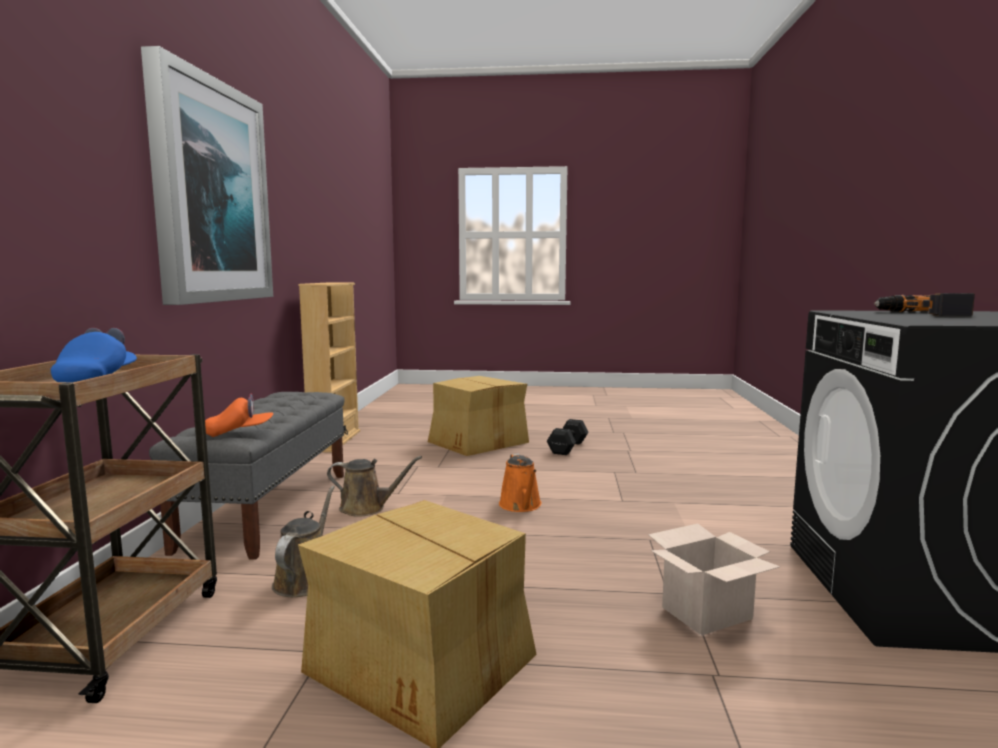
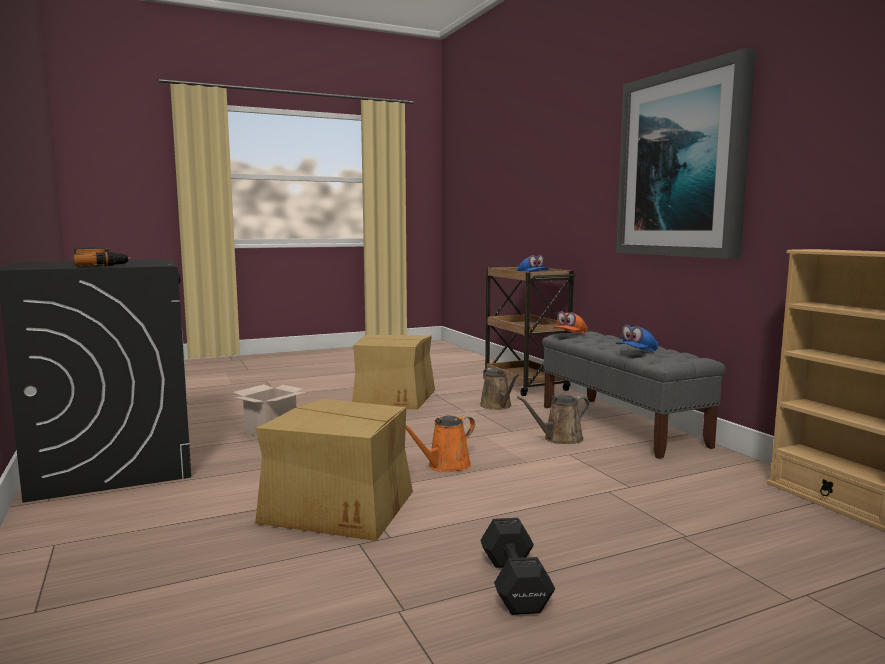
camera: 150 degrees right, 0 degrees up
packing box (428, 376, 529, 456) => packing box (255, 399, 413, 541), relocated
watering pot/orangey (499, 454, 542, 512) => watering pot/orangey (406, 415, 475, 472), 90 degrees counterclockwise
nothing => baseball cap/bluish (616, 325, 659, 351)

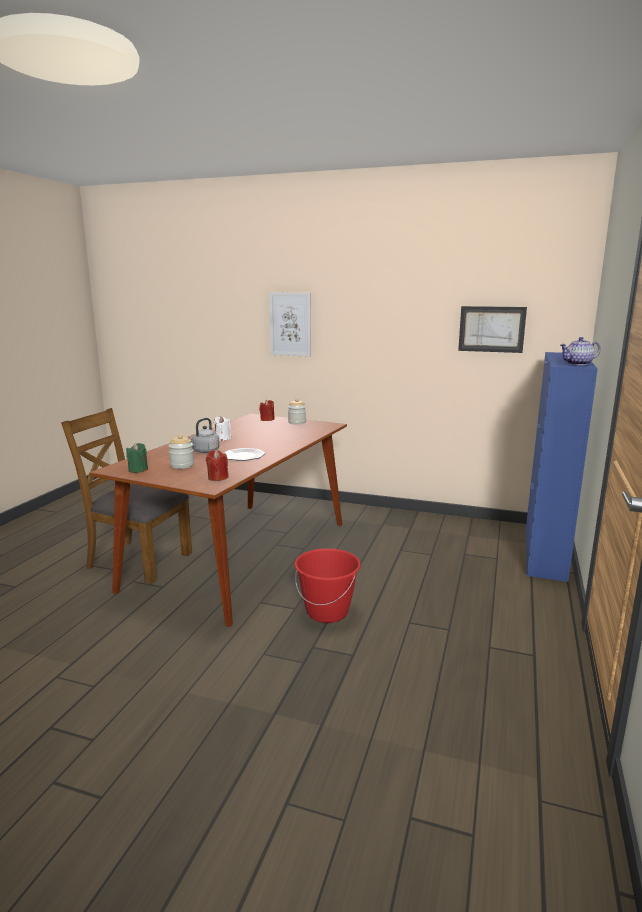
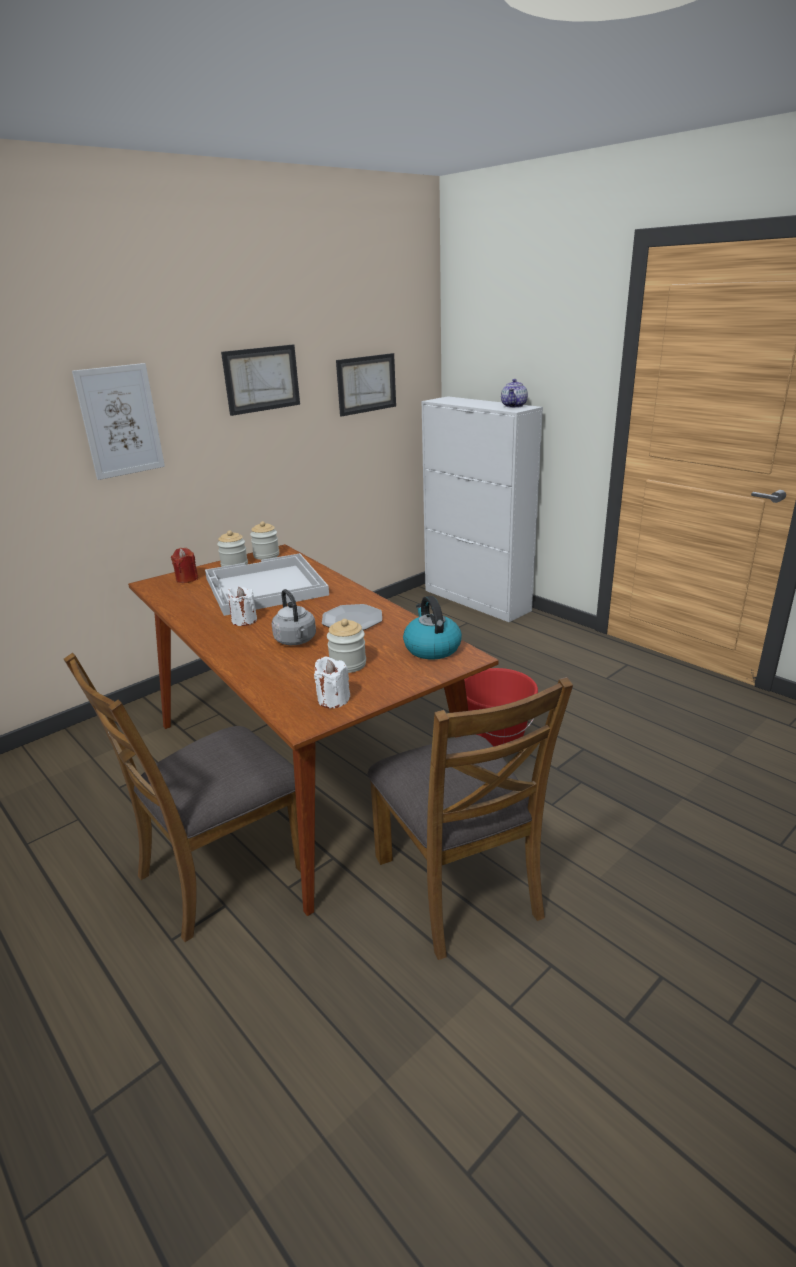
camera: 60 degrees left, 10 degrees up
candle/green (126, 443, 148, 473) => candle/white-coloured (314, 657, 350, 708)
candle/red-coloured (206, 450, 229, 481) => water kettle (403, 596, 462, 659)
cupboard/bluish (526, 352, 598, 582) => cupboard/white-coloured (421, 396, 543, 622)
nothing => carrying tray/white-coloured (205, 553, 329, 616)
nothing => wall art (221, 345, 300, 416)
nothing => storage jar (250, 521, 279, 560)
nothing => chair/brownish (368, 677, 573, 960)

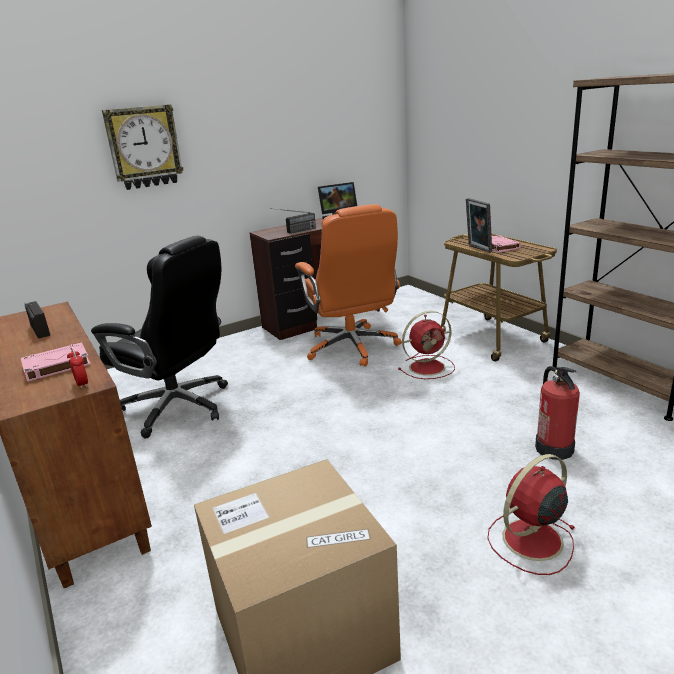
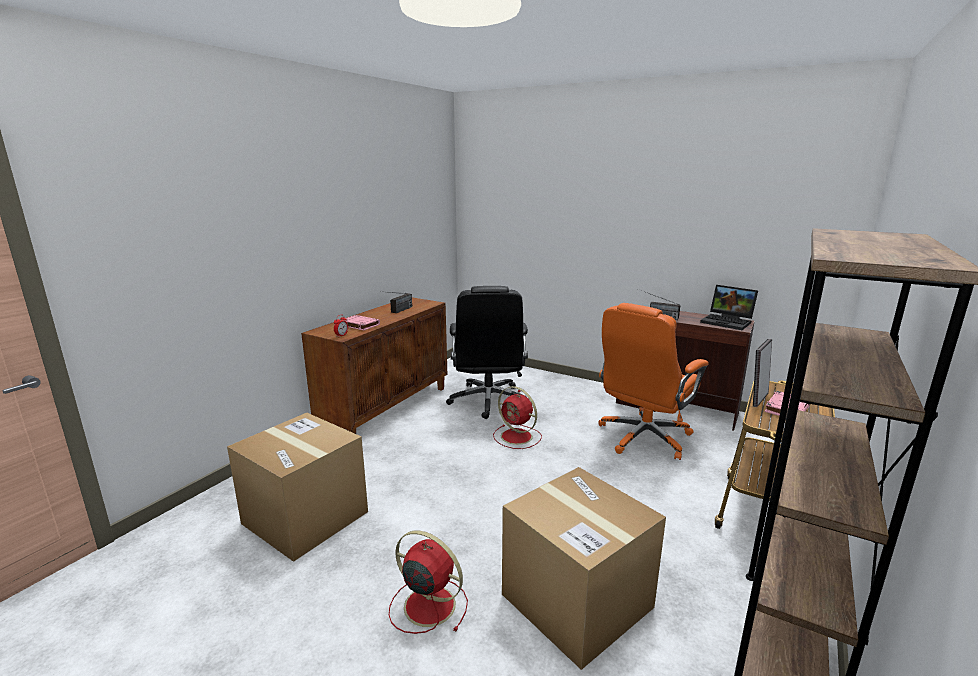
camera: 60 degrees right, 5 degrees down
clock on the wall (102, 104, 184, 190) => nothing
fan/red-coloured (398, 311, 455, 379) => fan/red-coloured (493, 386, 542, 449), relocated
fire-fighting cylinder (535, 366, 580, 460) => packing box (502, 467, 666, 670)

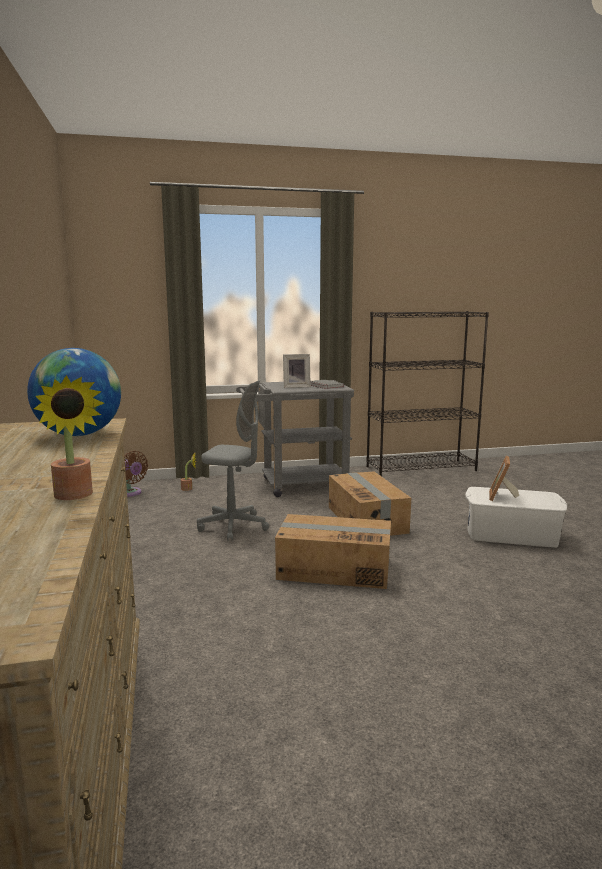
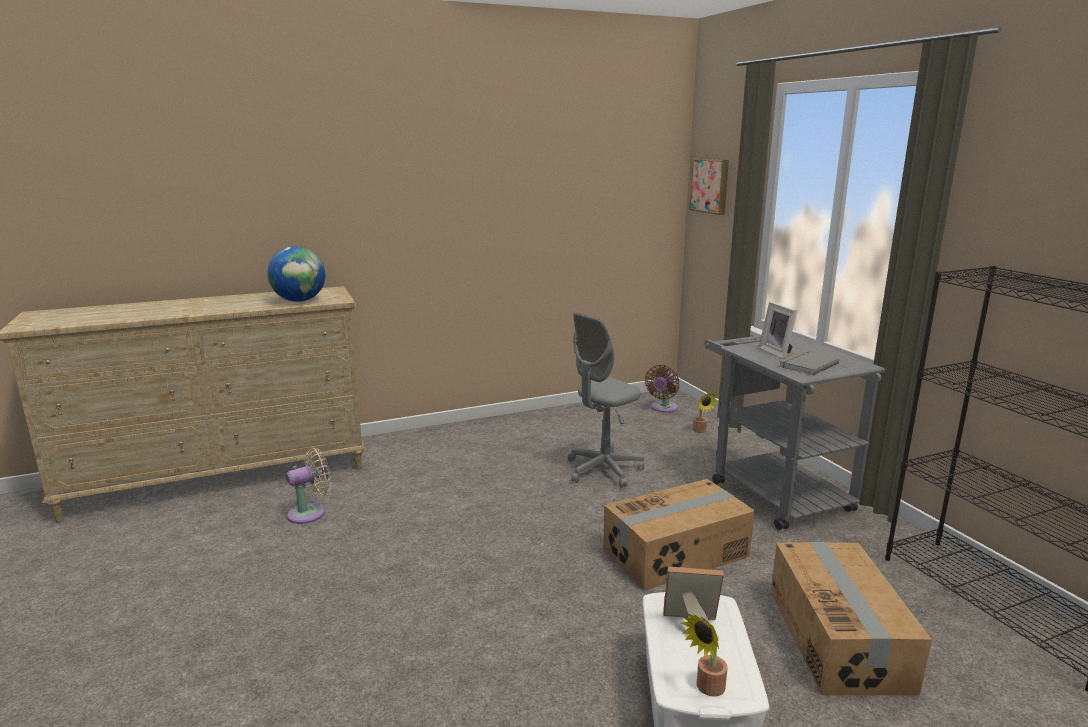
camera: 80 degrees right, 5 degrees up
houseplant (34, 375, 104, 500) => houseplant (681, 613, 728, 697), relocated
office chair/gray (197, 380, 269, 541) => office chair/gray (568, 313, 644, 488), 45 degrees clockwise
packing box (275, 514, 391, 589) => packing box (771, 542, 932, 695), relocated
nothing => fan/beige (286, 448, 331, 524)
nothing => wall art (689, 158, 729, 215)

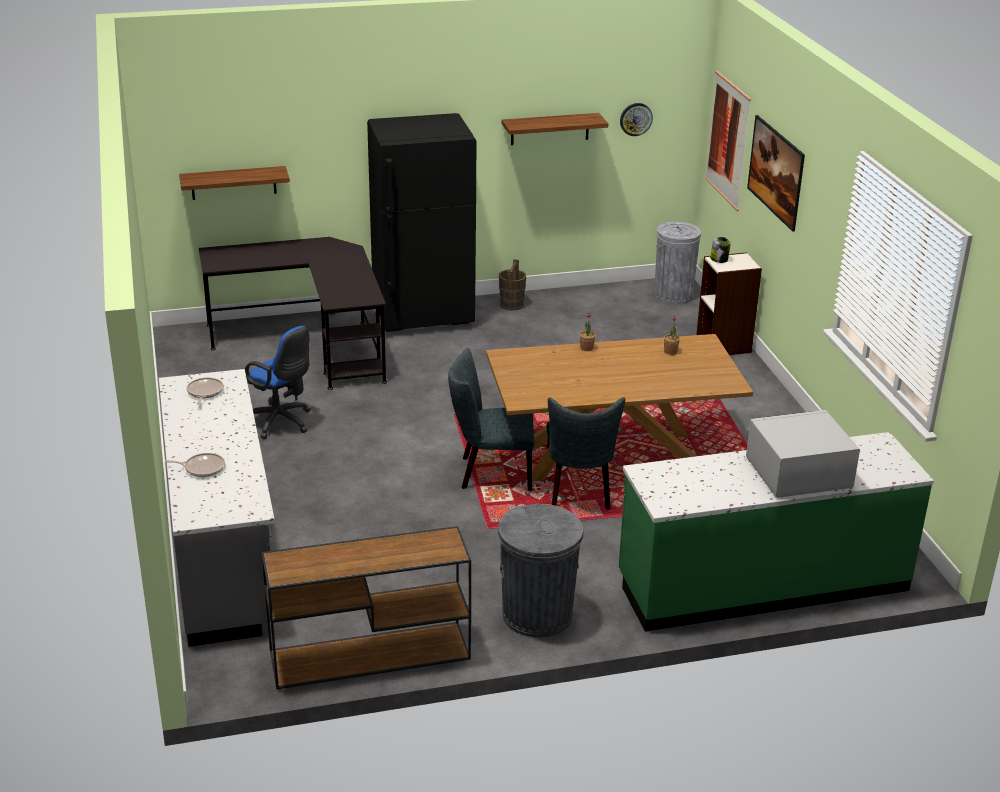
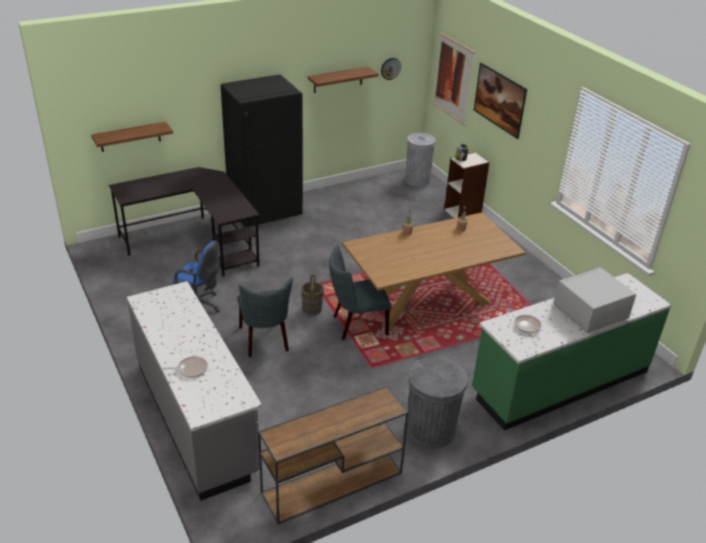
camera: 15 degrees left, 5 degrees up
frying pan (187, 378, 224, 405) => frying pan (514, 315, 542, 340), relocated
pail/brownish (499, 259, 526, 311) => pail/brownish (301, 274, 324, 316), relocated
chair/gray (547, 397, 625, 510) => chair/gray (237, 278, 293, 357), relocated

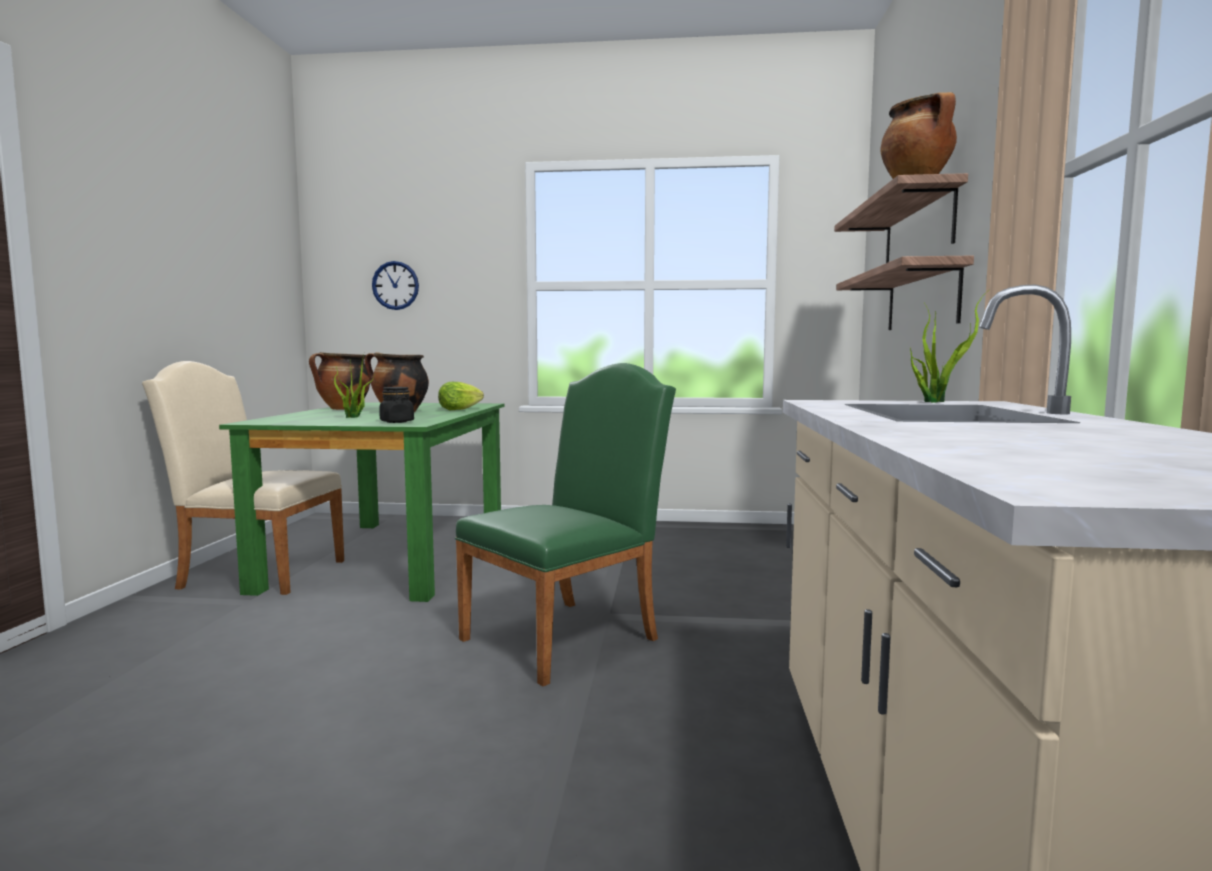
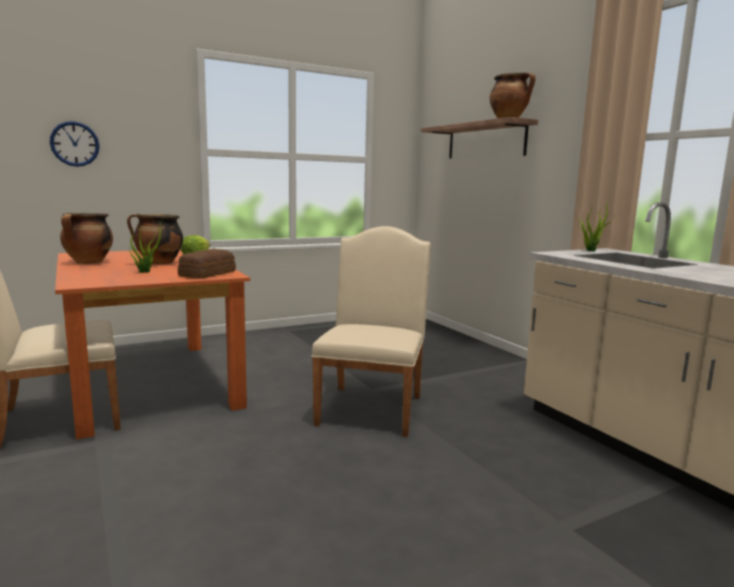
camera: 35 degrees left, 5 degrees up
dining table/green (219, 402, 505, 602) => dining table/orangey (55, 249, 250, 439)
storage jar/black (379, 387, 414, 423) => bread (178, 248, 236, 279)
chair/green (455, 363, 676, 686) => chair/beige (311, 226, 431, 437)
wall shelf (836, 256, 974, 330) => nothing

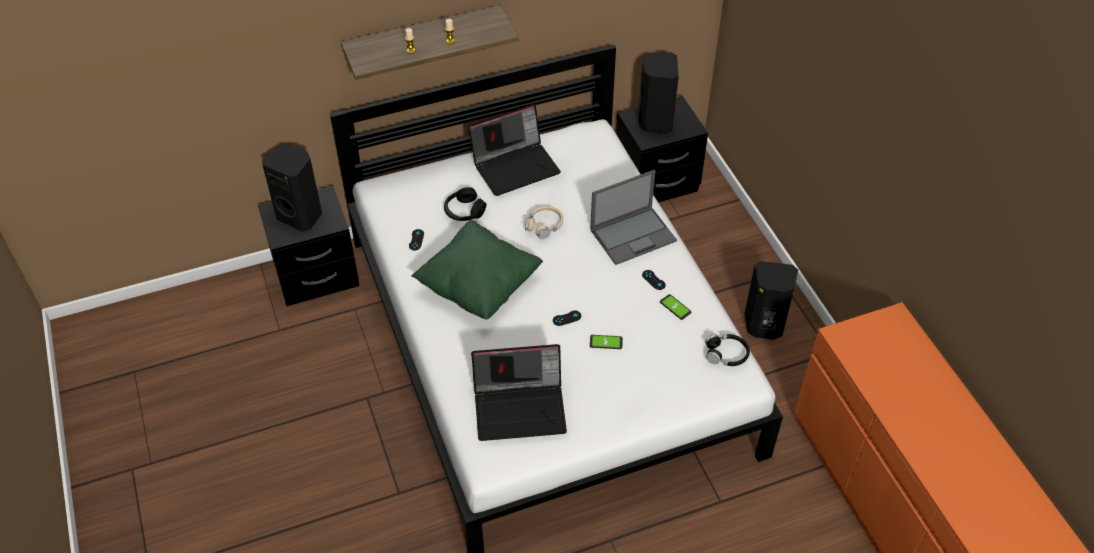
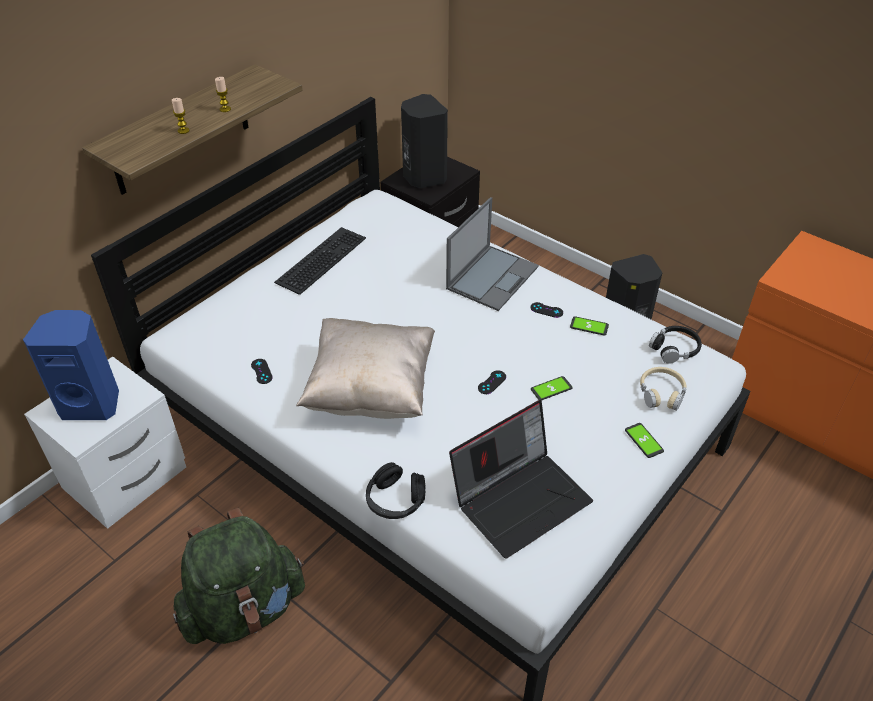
camera: 30 degrees left, 5 degrees down
nightstand/black (258, 186, 360, 306) => nightstand/white-coloured (24, 356, 186, 529)
loudspeaker/black (262, 145, 322, 232) => loudspeaker/bluish (23, 310, 119, 420)
throw pillow/green (411, 219, 543, 320) => throw pillow/beige (296, 318, 435, 419)
pair of headphones/black (444, 187, 486, 221) => pair of headphones/black (366, 462, 426, 519), relocated
portable computer (468, 104, 561, 196) => keyboard (274, 227, 366, 295)
pair of headphones/beige (525, 206, 563, 239) => pair of headphones/beige (640, 367, 687, 411), relocated
nothing => knapsack/green (173, 508, 305, 644)
nothing => telephone (625, 423, 664, 458)

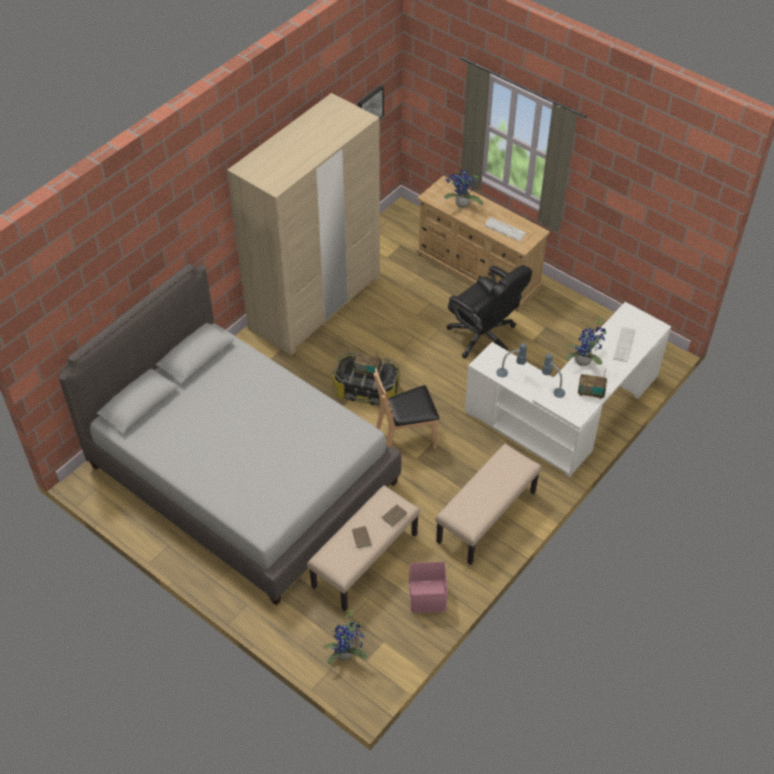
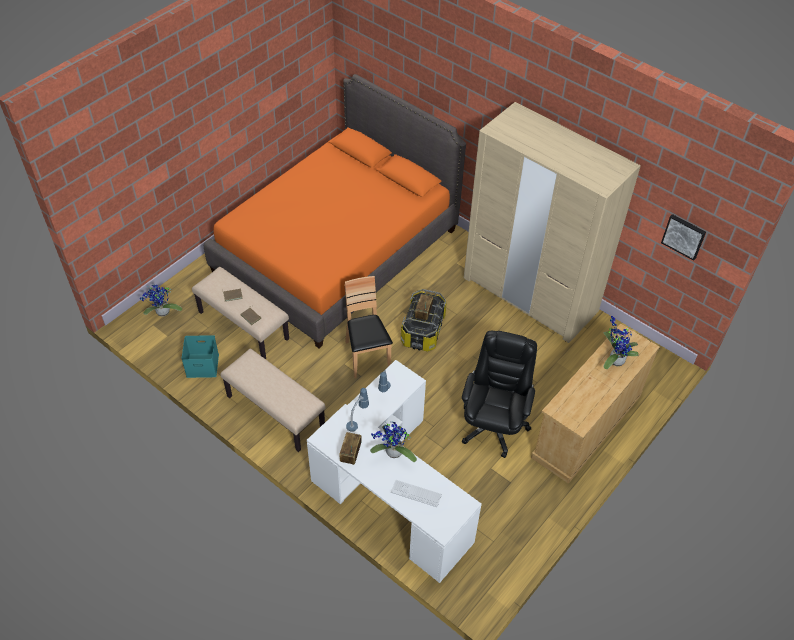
camera: 90 degrees right, 0 degrees up
bed/gray (58, 264, 401, 606) => bed/orangey (204, 74, 466, 348)
storage container/pinkish (409, 562, 448, 613) => storage container/blue-green (182, 335, 219, 378)
office chair/black (446, 265, 532, 358) => office chair/black (462, 331, 537, 458), 150 degrees clockwise
keyboard (484, 217, 526, 241) => nothing

